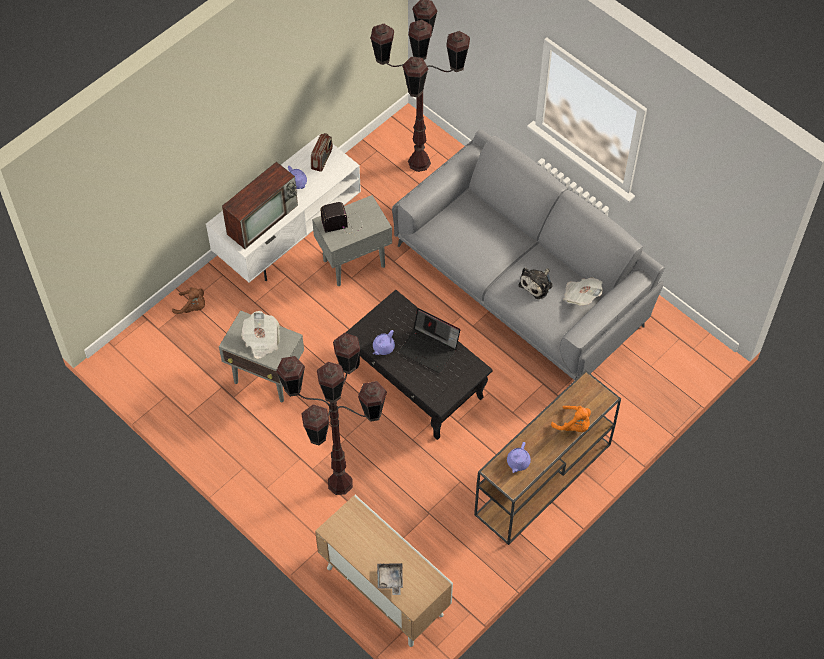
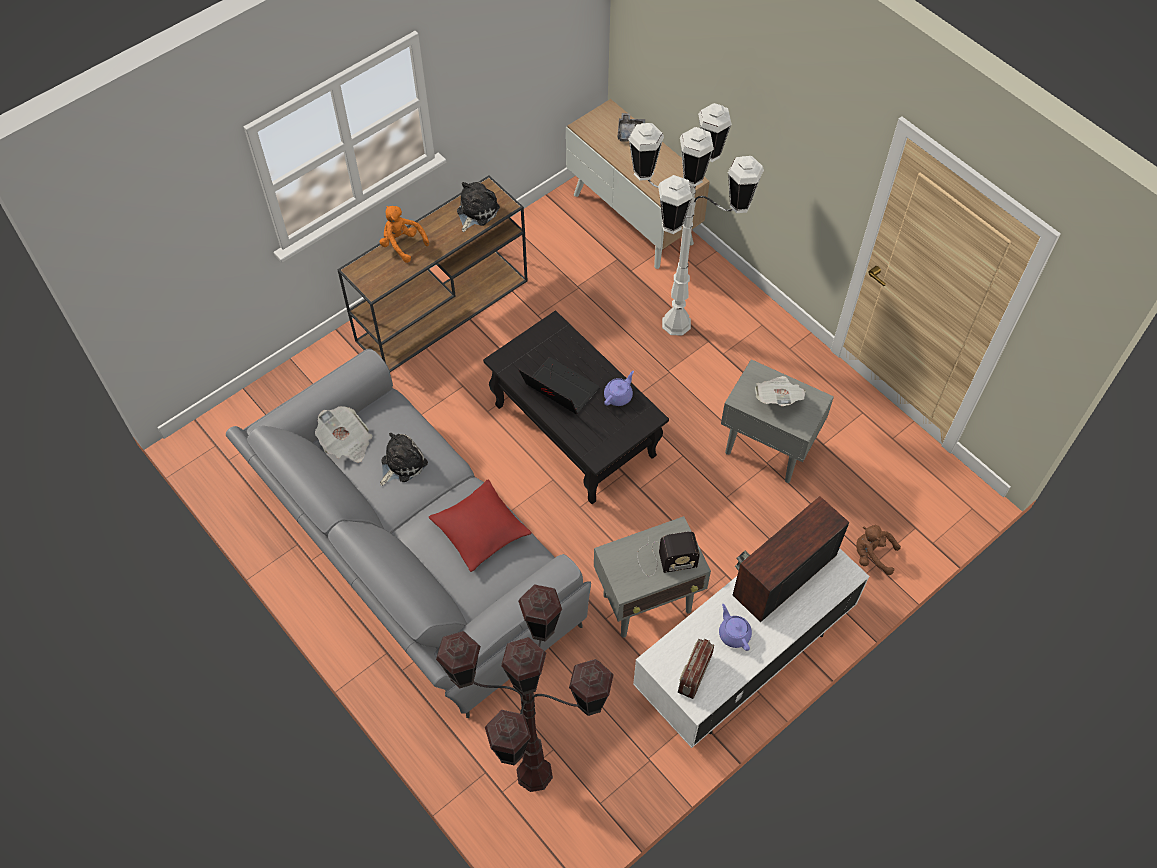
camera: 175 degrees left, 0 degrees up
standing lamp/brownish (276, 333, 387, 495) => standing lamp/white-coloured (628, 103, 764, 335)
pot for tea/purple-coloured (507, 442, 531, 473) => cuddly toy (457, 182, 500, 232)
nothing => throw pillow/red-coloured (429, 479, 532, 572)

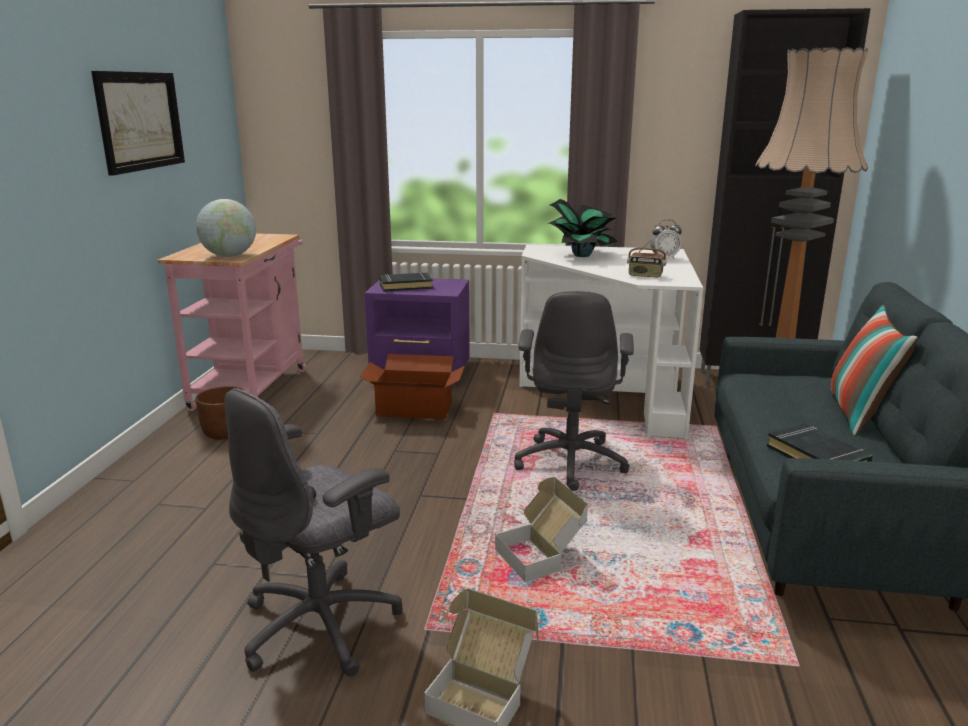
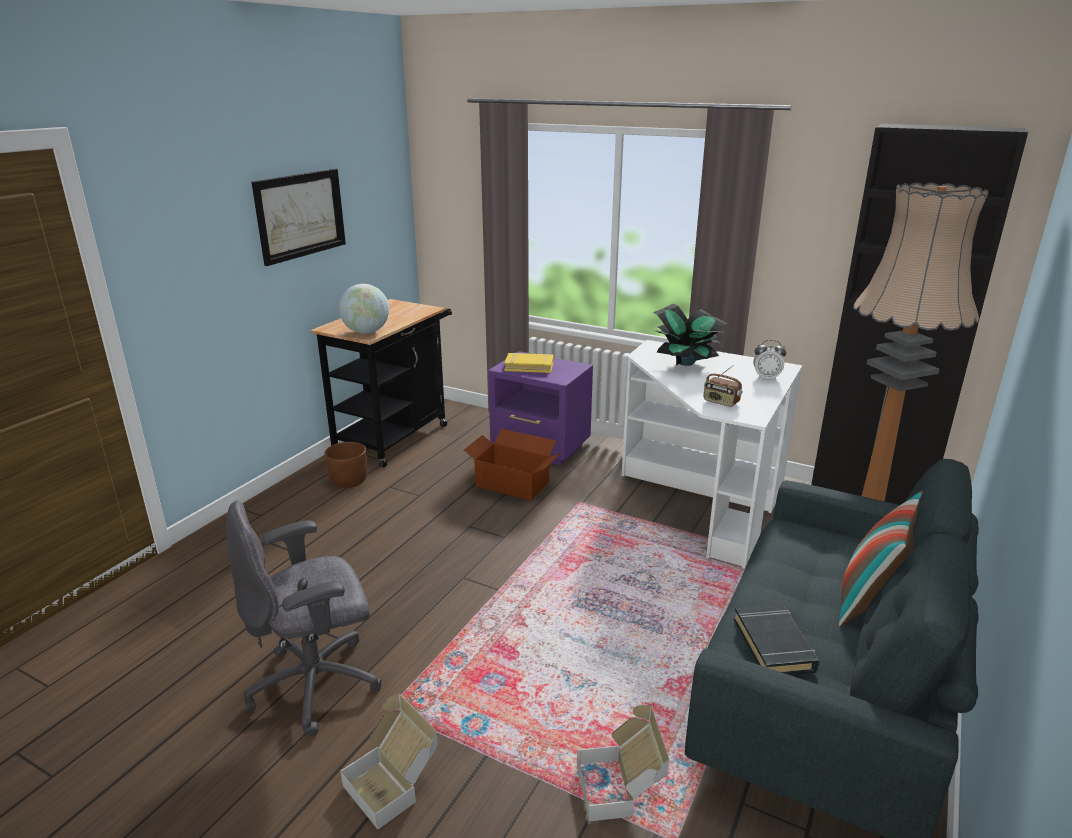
camera: 20 degrees right, 5 degrees up
cart/pinkish (158, 234, 307, 411) => cart/black (311, 299, 452, 467)
book/black (379, 272, 433, 292) => book/yellow-coloured (504, 352, 554, 373)
packing box (495, 477, 588, 582) => packing box (577, 705, 669, 822), relocated
office chair/gray (514, 291, 634, 491) => nothing

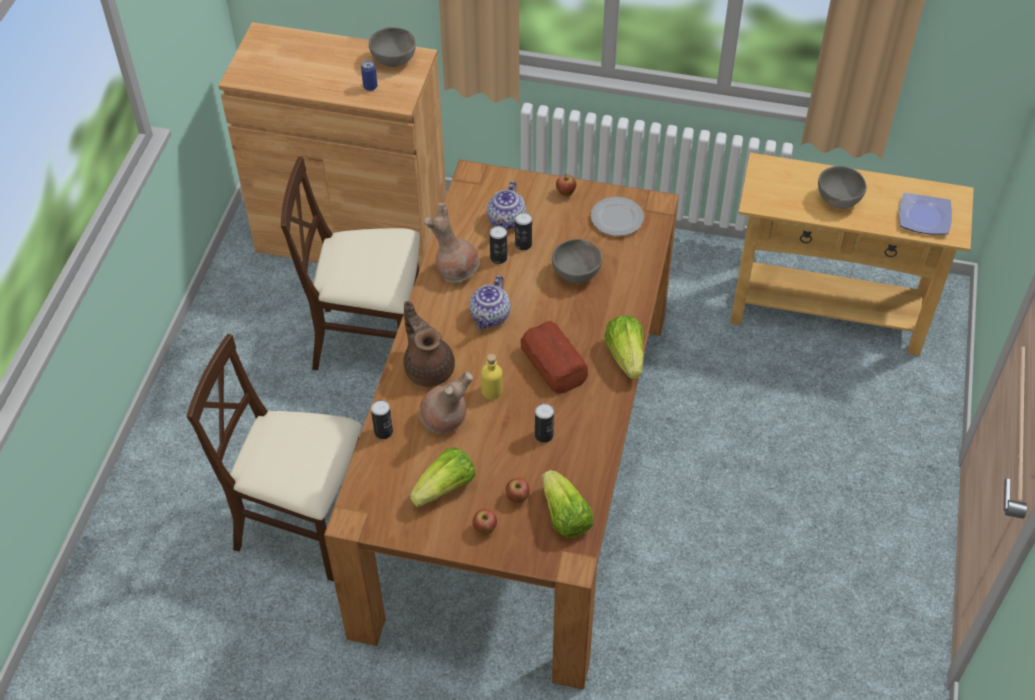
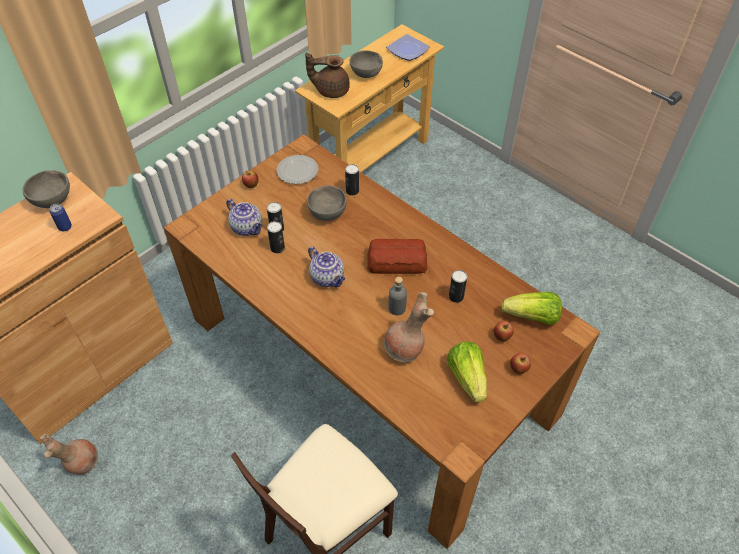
camera: 60 degrees left, 0 degrees up
chair/beige (281, 156, 420, 370) => nothing
sealed can (371, 400, 393, 439) => sealed can (345, 164, 359, 195), relocated
pot for tea/brownish (403, 301, 455, 387) => pot for tea/brownish (305, 53, 350, 98), relocated
decorative vase/brownish (424, 203, 480, 283) => decorative vase/brownish (40, 434, 98, 475), relocated
drink bottle/yellow-coloured (481, 354, 503, 400) => drink bottle/gray (388, 277, 407, 315)
head of lettuce (605, 315, 644, 379) => nothing

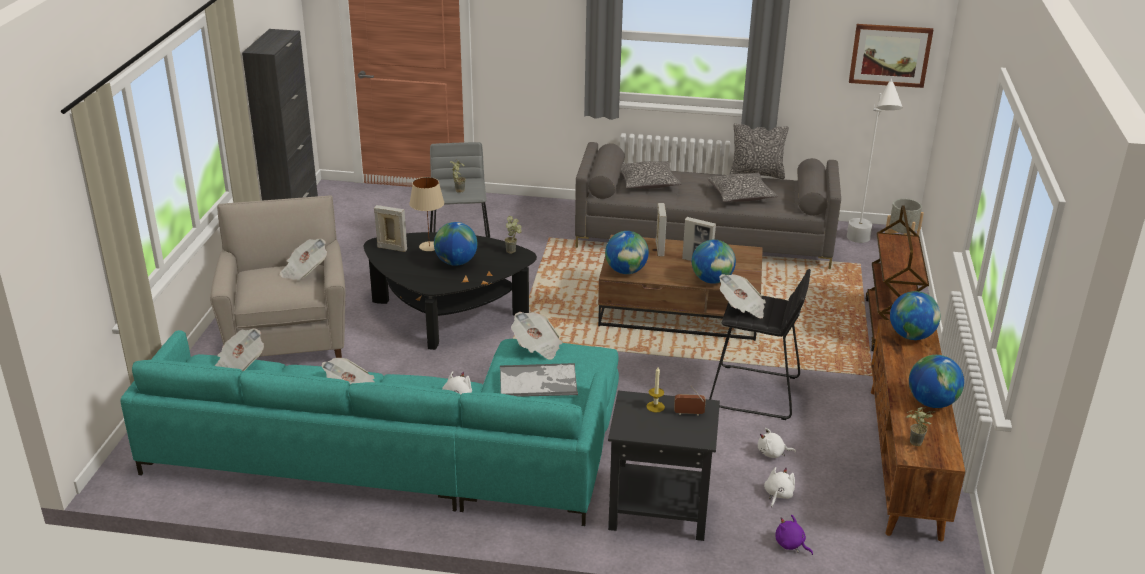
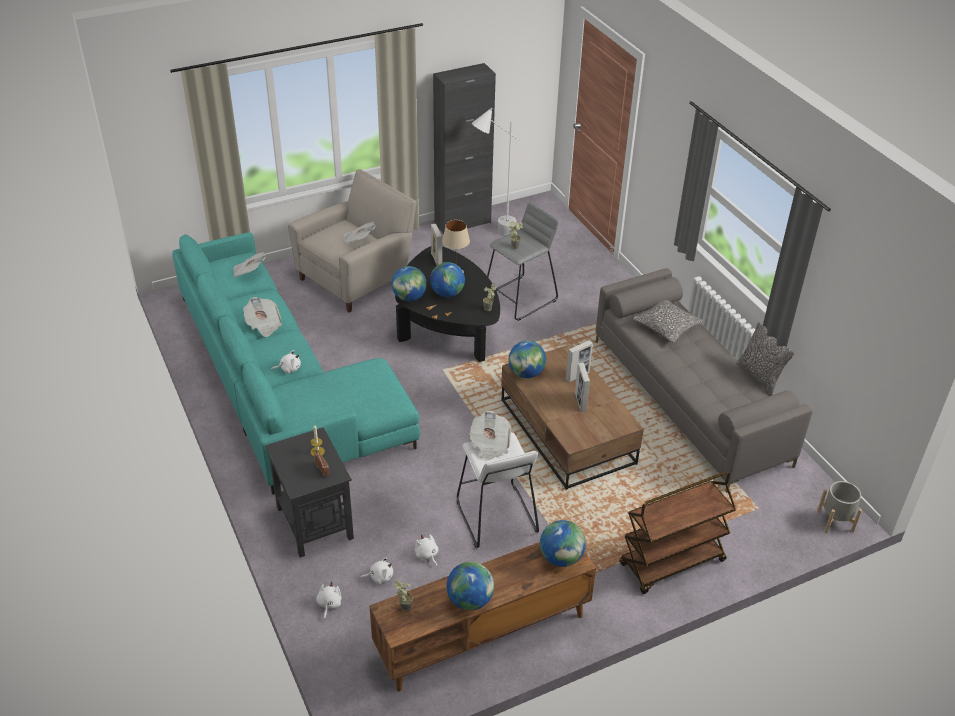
camera: 55 degrees right, 10 degrees up
carrying tray (500, 363, 578, 397) => nothing
printed paper (511, 312, 562, 360) => nothing
globe (692, 240, 736, 284) => globe (392, 266, 427, 301), relocated
throw pillow (707, 173, 778, 202) => nothing
stool/black (709, 269, 811, 420) => stool/white-coloured (457, 432, 539, 548)
cuddly toy/purple-coloured (775, 515, 813, 555) => cuddly toy/white-coloured (316, 582, 341, 620)
standing lamp/white-coloured (847, 78, 903, 243) => standing lamp/white-coloured (472, 108, 520, 236), relocated
wall art (849, 24, 933, 88) => nothing

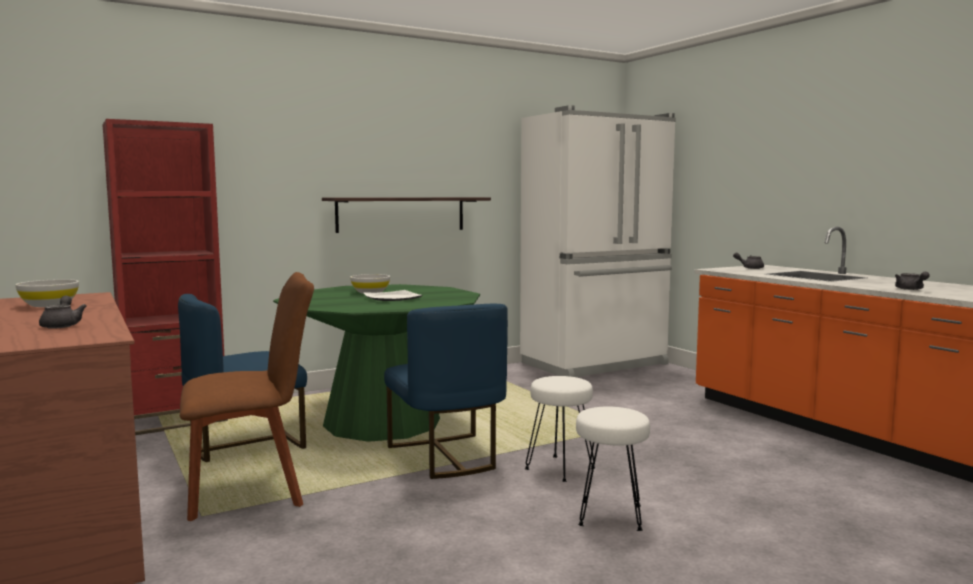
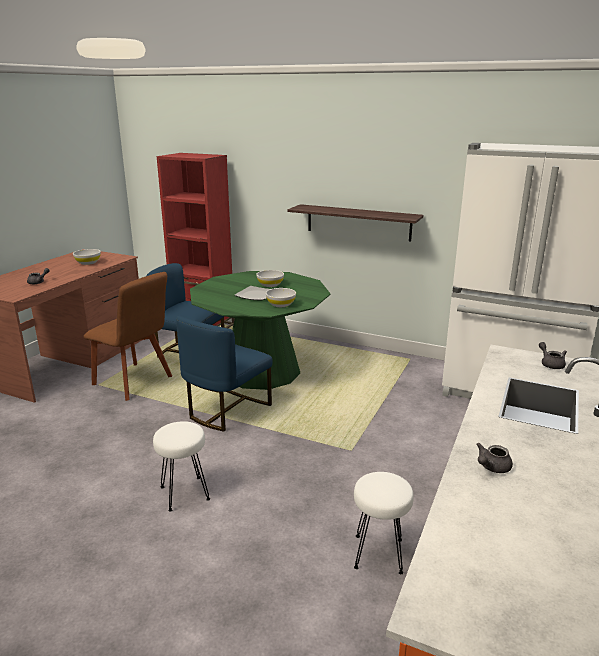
camera: 55 degrees right, 15 degrees up
stool/white-coloured (525, 376, 595, 482) => stool/white-coloured (354, 472, 414, 574), relocated
nothing => serving bowl/white-coloured (266, 288, 296, 307)

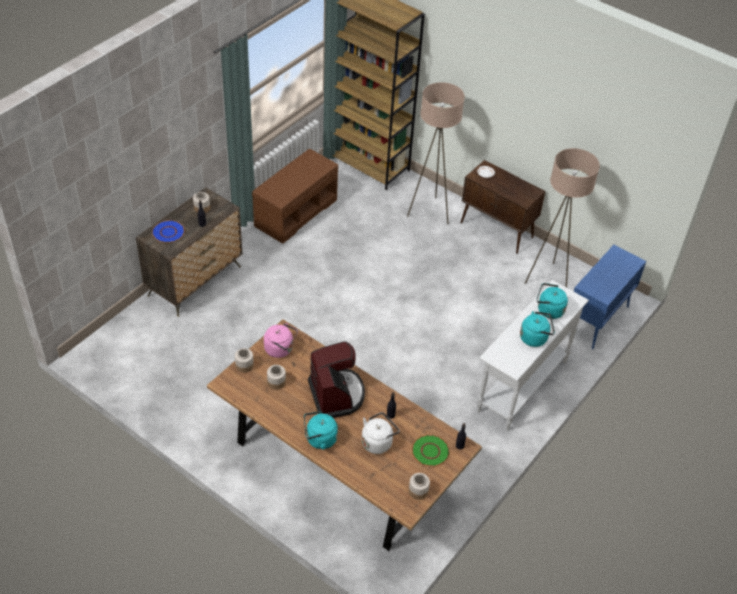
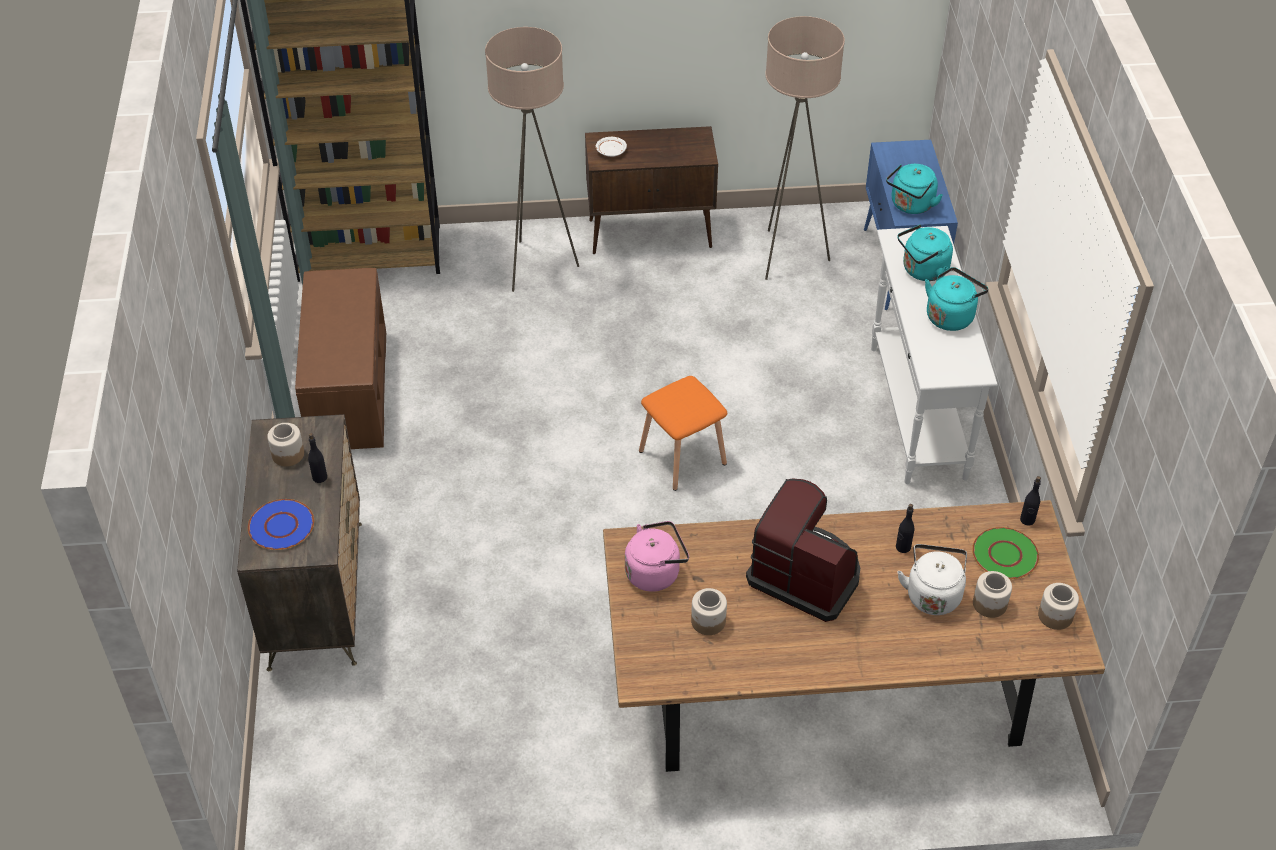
camera: 40 degrees left, 0 degrees up
storage jar (235, 348, 254, 373) => storage jar (973, 571, 1012, 618), relocated
water kettle/blue-green (304, 411, 338, 450) => water kettle/blue-green (886, 164, 943, 214), relocated
nothing => stool/orangey (639, 376, 727, 491)

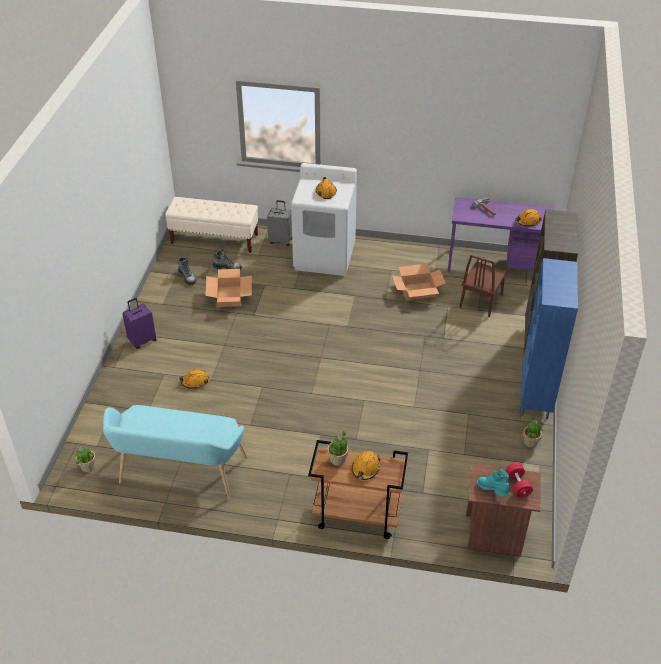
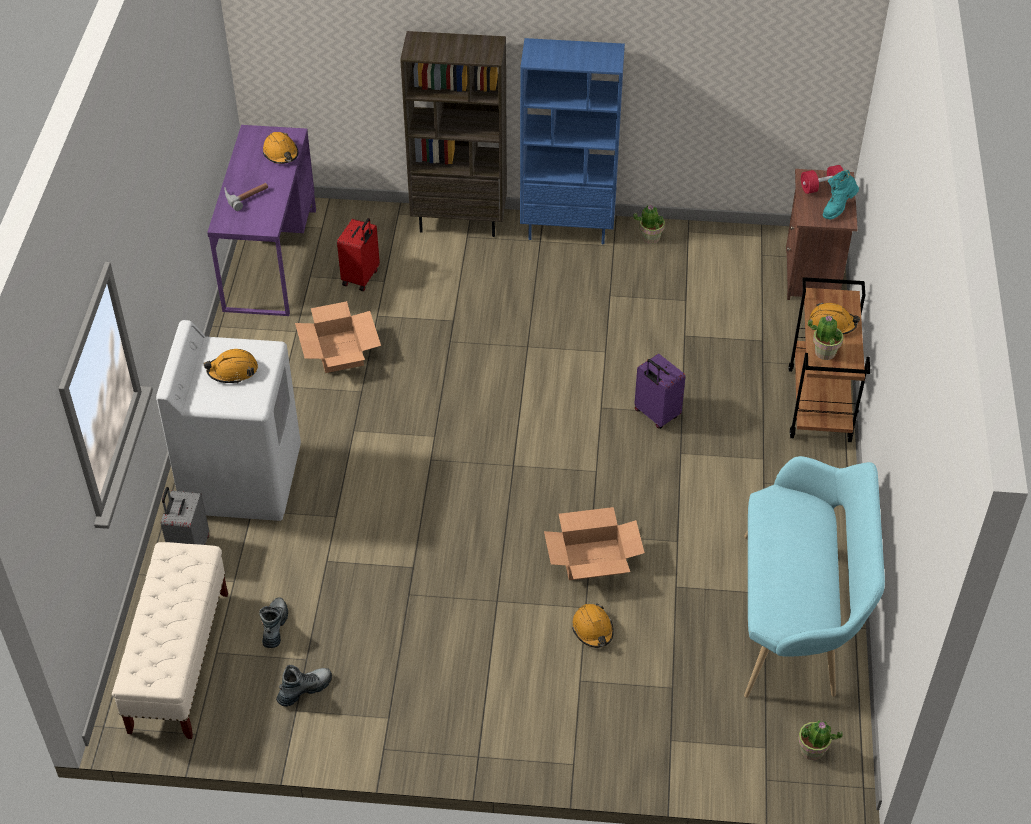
camera: 95 degrees left, 5 degrees up
travel case/purple-coloured (122, 298, 157, 349) => travel case/purple-coloured (634, 354, 686, 429), relocated
packing box (205, 269, 252, 307) => packing box (544, 507, 645, 580), relocated
chair/brownish (459, 255, 508, 317) => travel case/red-coloured (337, 218, 380, 291)

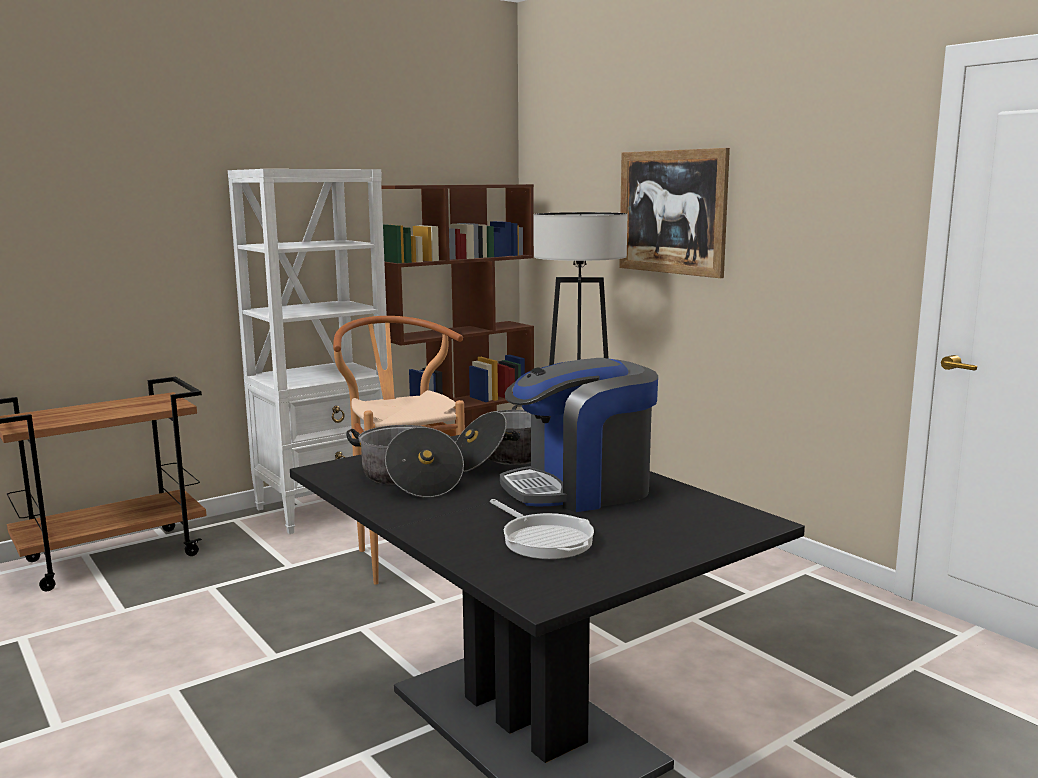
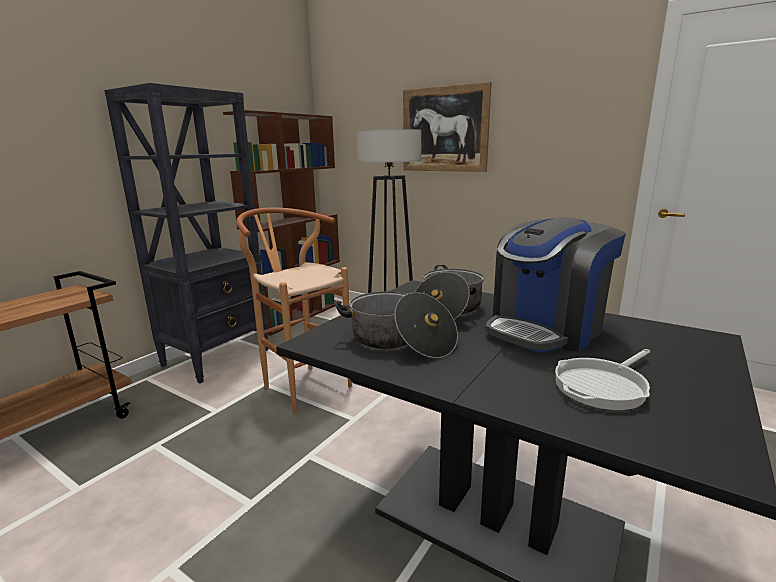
camera: 20 degrees left, 5 degrees up
bookshelf/white-coloured (228, 169, 388, 534) => bookshelf/black (104, 83, 268, 383)
frying pan (490, 499, 594, 559) => frying pan (555, 349, 650, 410), 105 degrees clockwise

